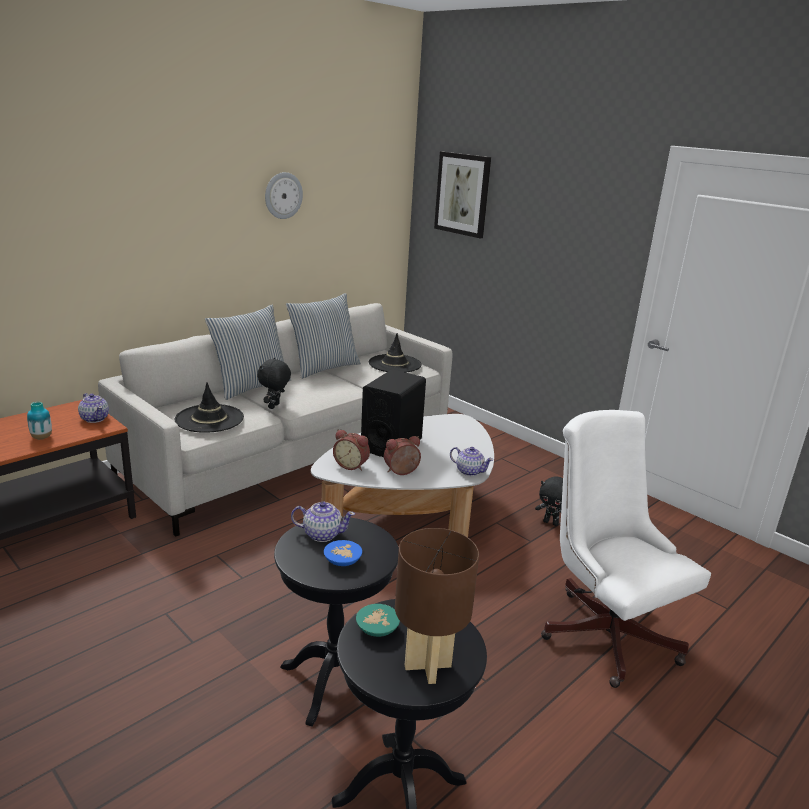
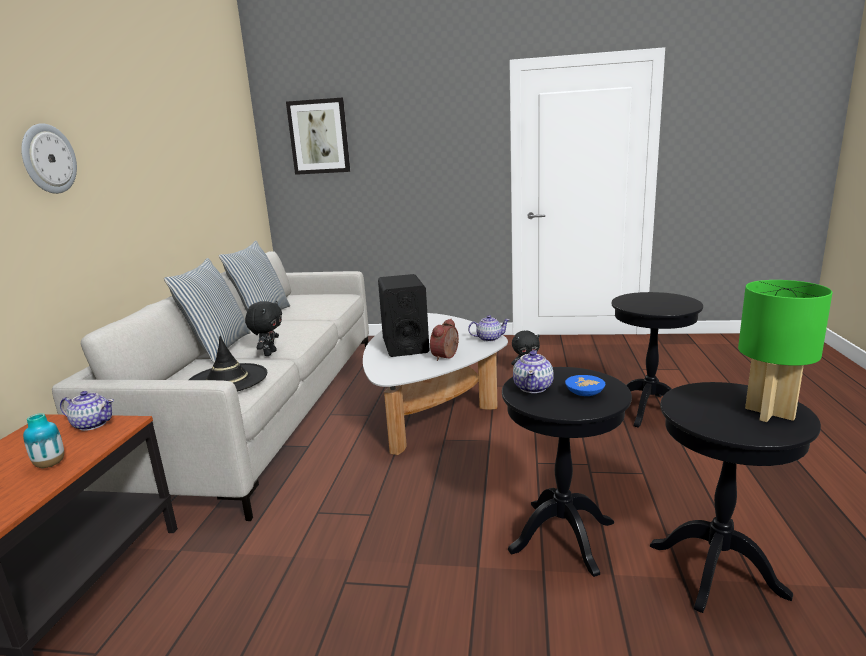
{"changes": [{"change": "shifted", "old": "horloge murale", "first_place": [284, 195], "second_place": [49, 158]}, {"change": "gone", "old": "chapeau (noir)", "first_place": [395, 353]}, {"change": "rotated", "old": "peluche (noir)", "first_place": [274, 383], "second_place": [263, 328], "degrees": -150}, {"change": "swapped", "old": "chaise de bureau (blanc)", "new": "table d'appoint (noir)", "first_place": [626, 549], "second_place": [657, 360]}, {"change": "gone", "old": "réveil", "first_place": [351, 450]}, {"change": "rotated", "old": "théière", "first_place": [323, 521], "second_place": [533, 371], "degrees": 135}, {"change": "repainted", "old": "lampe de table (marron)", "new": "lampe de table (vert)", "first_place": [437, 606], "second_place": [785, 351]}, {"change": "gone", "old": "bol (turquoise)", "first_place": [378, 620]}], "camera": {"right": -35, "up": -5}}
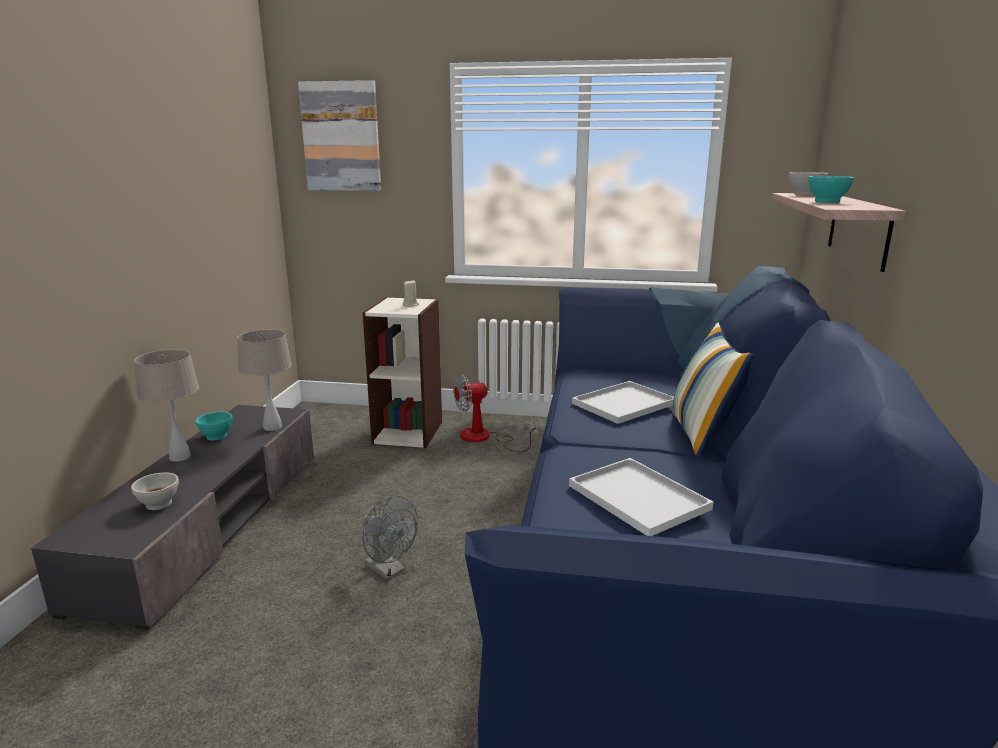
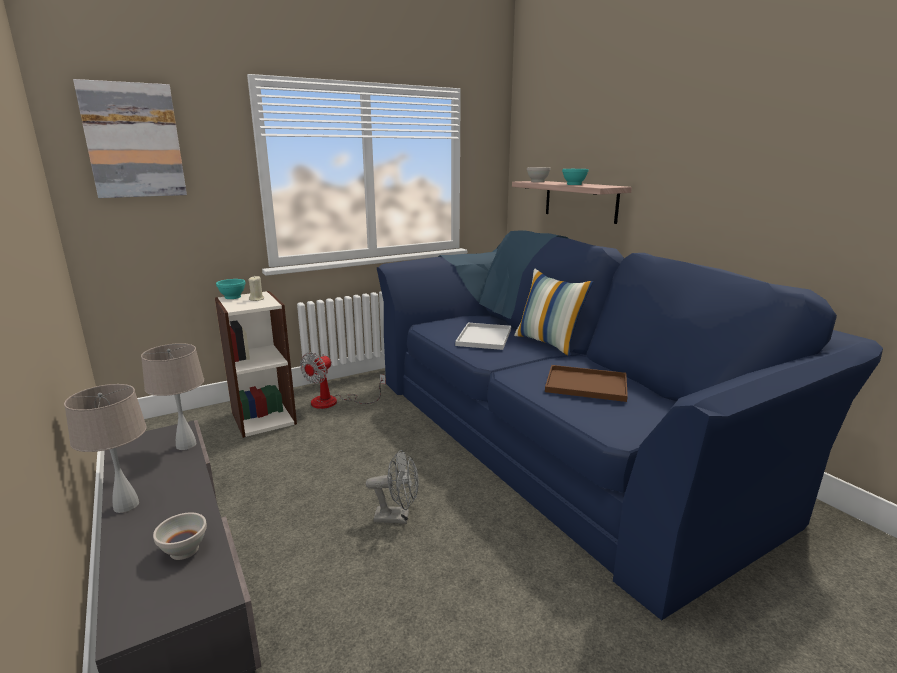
{"changes": [{"change": "shifted", "old": "bol (turquoise)", "first_place": [214, 426], "second_place": [231, 289]}, {"change": "repainted", "old": "plateau (blanc)", "new": "plateau (marron)", "first_place": [641, 497], "second_place": [586, 383]}], "camera": {"right": -40, "up": 0}}
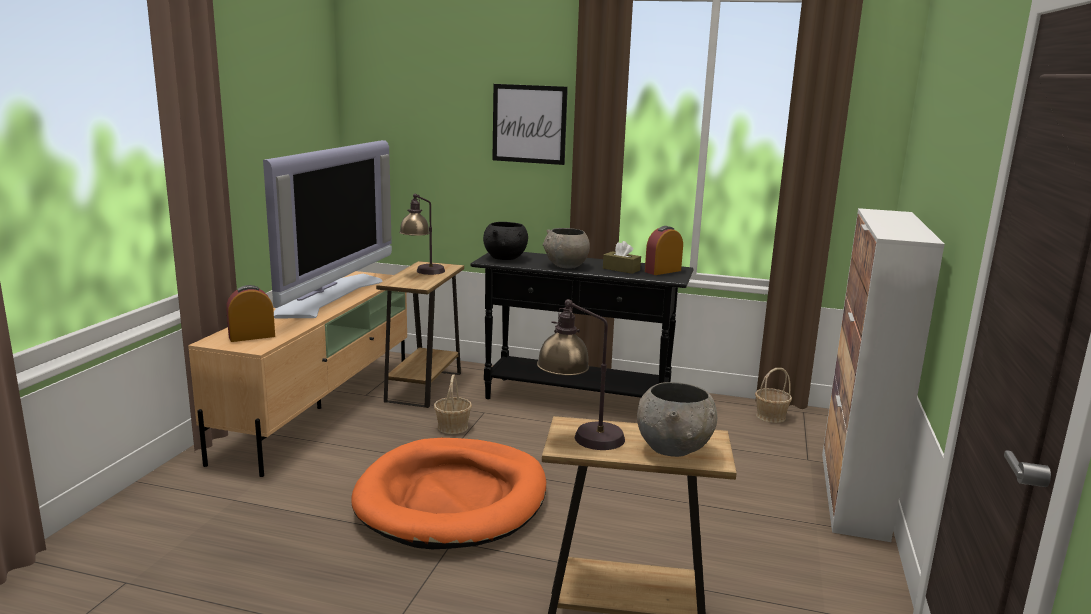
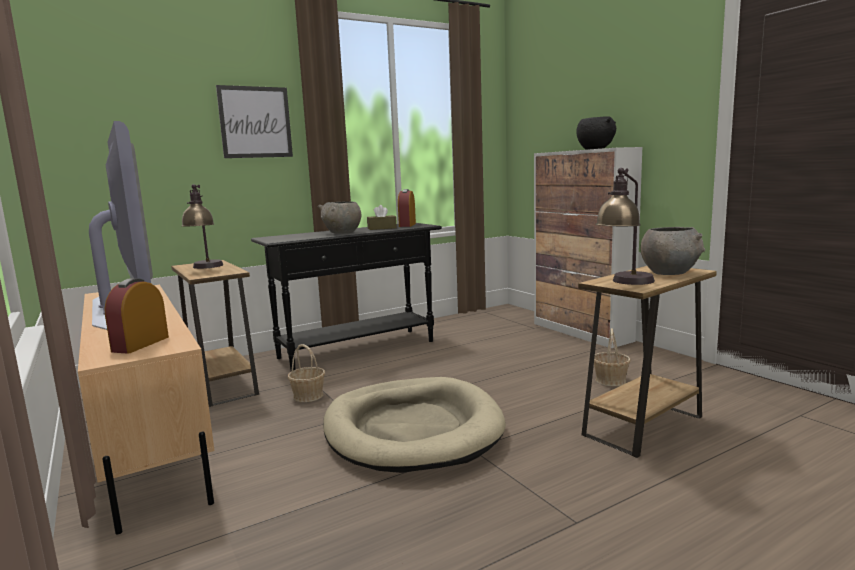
{"changes": [{"change": "shifted", "old": "bol (noir)", "first_place": [505, 241], "second_place": [596, 133]}, {"change": "shifted", "old": "panier", "first_place": [773, 395], "second_place": [612, 357]}, {"change": "repainted", "old": "panier pour chien (orange)", "new": "panier pour chien (beige)", "first_place": [448, 493], "second_place": [414, 425]}], "camera": {"right": -45, "up": -5}}
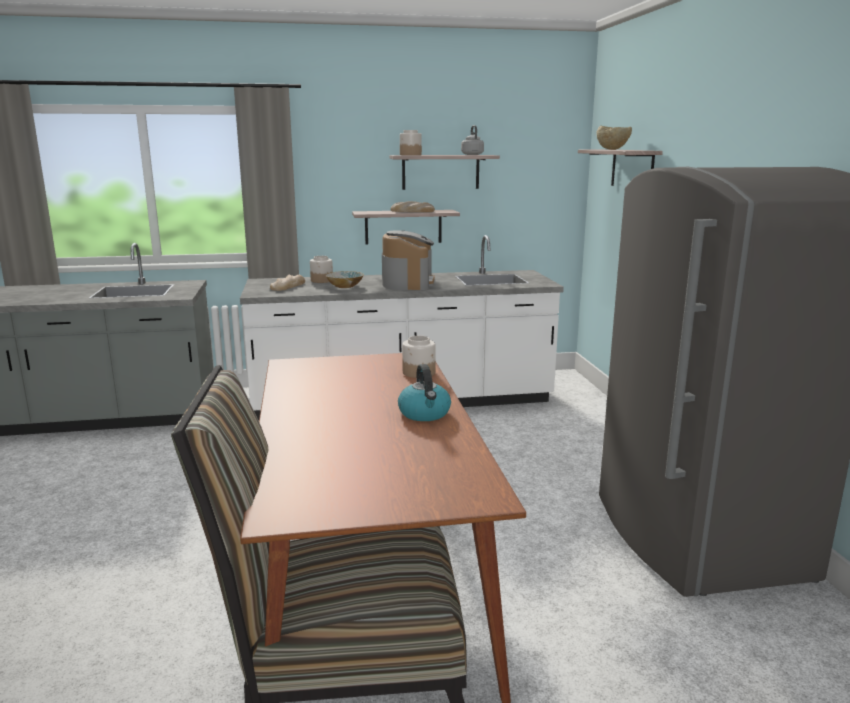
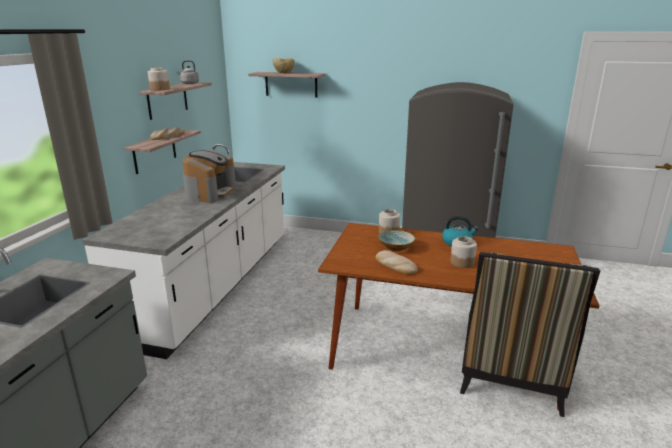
{"changes": [{"change": "rotated", "old": "machine à café", "first_place": [408, 260], "second_place": [209, 176], "degrees": 75}, {"change": "shifted", "old": "bocal", "first_place": [321, 269], "second_place": [463, 252]}, {"change": "shifted", "old": "bol", "first_place": [344, 279], "second_place": [396, 240]}, {"change": "shifted", "old": "pain", "first_place": [287, 283], "second_place": [397, 262]}], "camera": {"right": -65, "up": 5}}
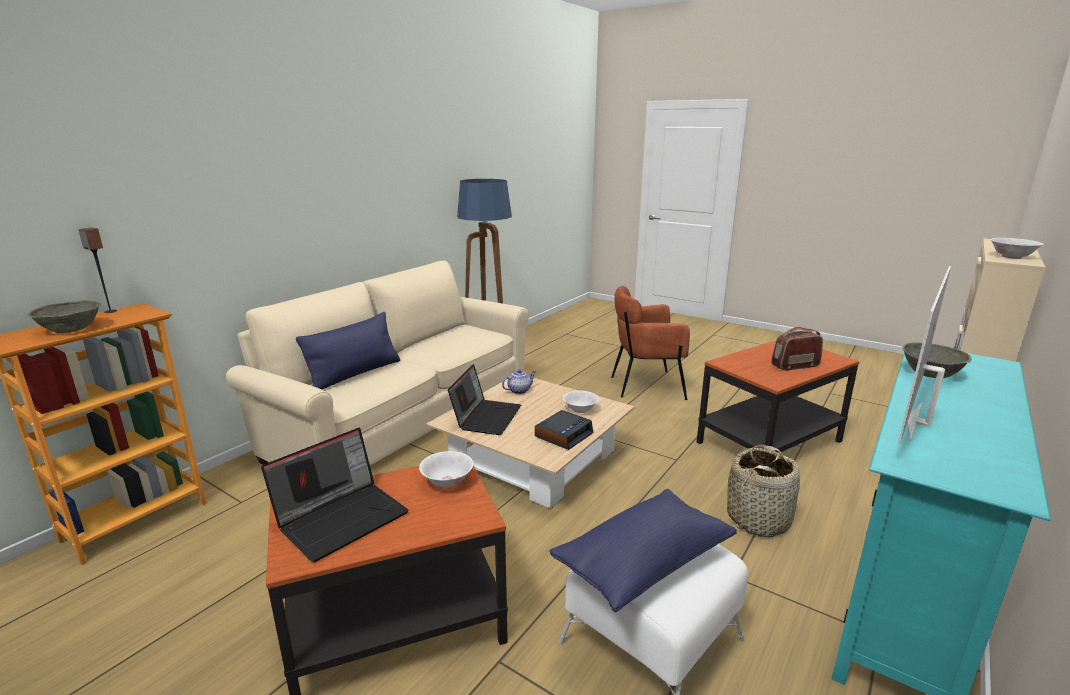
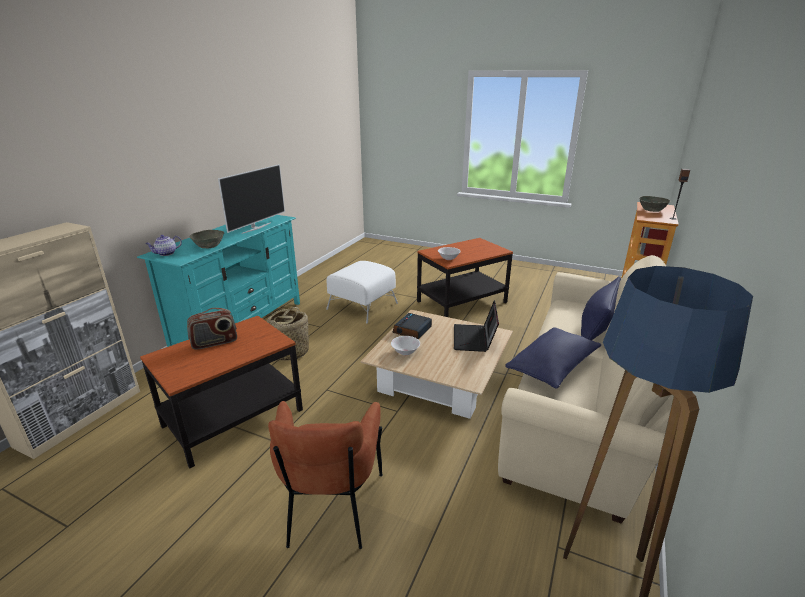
{"changes": [{"change": "gone", "old": "bol (blanc)", "first_place": [1017, 248]}, {"change": "rotated", "old": "fauteuil (marron)", "first_place": [650, 343], "second_place": [325, 475], "degrees": 105}, {"change": "shifted", "old": "théière", "first_place": [519, 381], "second_place": [163, 245]}, {"change": "gone", "old": "ordinateur portable", "first_place": [335, 495]}, {"change": "shifted", "old": "coussin (bleu)", "first_place": [643, 550], "second_place": [553, 358]}], "camera": {"right": 170, "up": 5}}
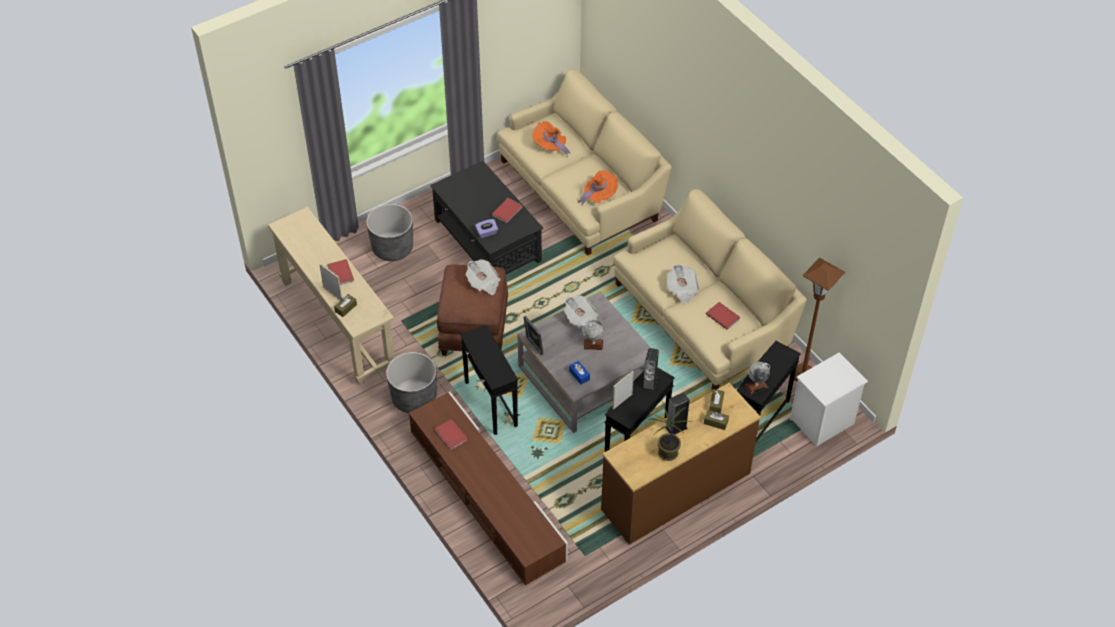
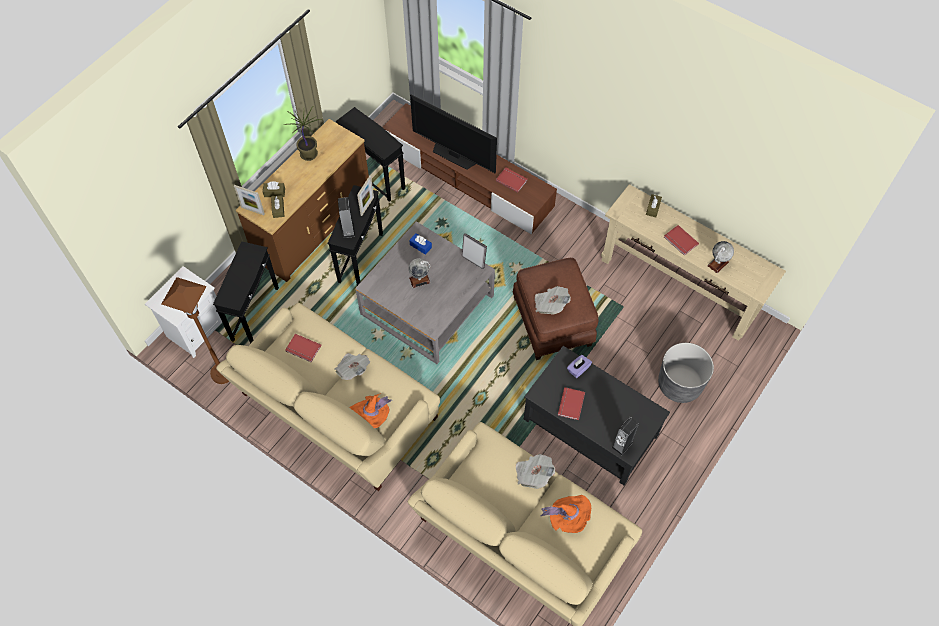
{"changes": [{"change": "shifted", "old": "chapeau (orange)", "first_place": [598, 188], "second_place": [370, 411]}, {"change": "shifted", "old": "cadre photo", "first_place": [330, 282], "second_place": [249, 200]}, {"change": "shifted", "old": "journal", "first_place": [581, 311], "second_place": [535, 471]}, {"change": "shifted", "old": "table d'appoint (noir)", "first_place": [489, 380], "second_place": [370, 154]}, {"change": "gone", "old": "cache-pot (gris)", "first_place": [411, 382]}, {"change": "shifted", "old": "globe", "first_place": [757, 378], "second_place": [720, 257]}, {"change": "shifted", "old": "enceinte", "first_place": [677, 413], "second_place": [625, 436]}, {"change": "new", "new": "téléviseur", "second_place": [453, 133]}], "camera": {"right": 160, "up": 10}}
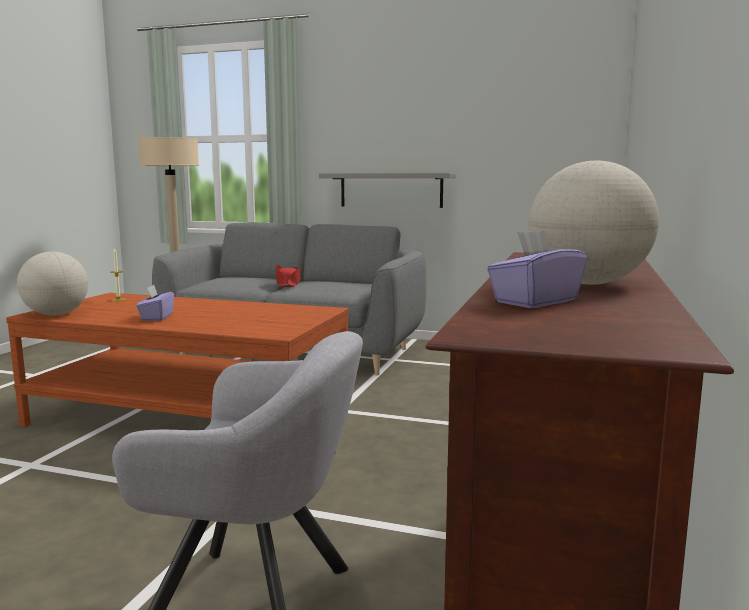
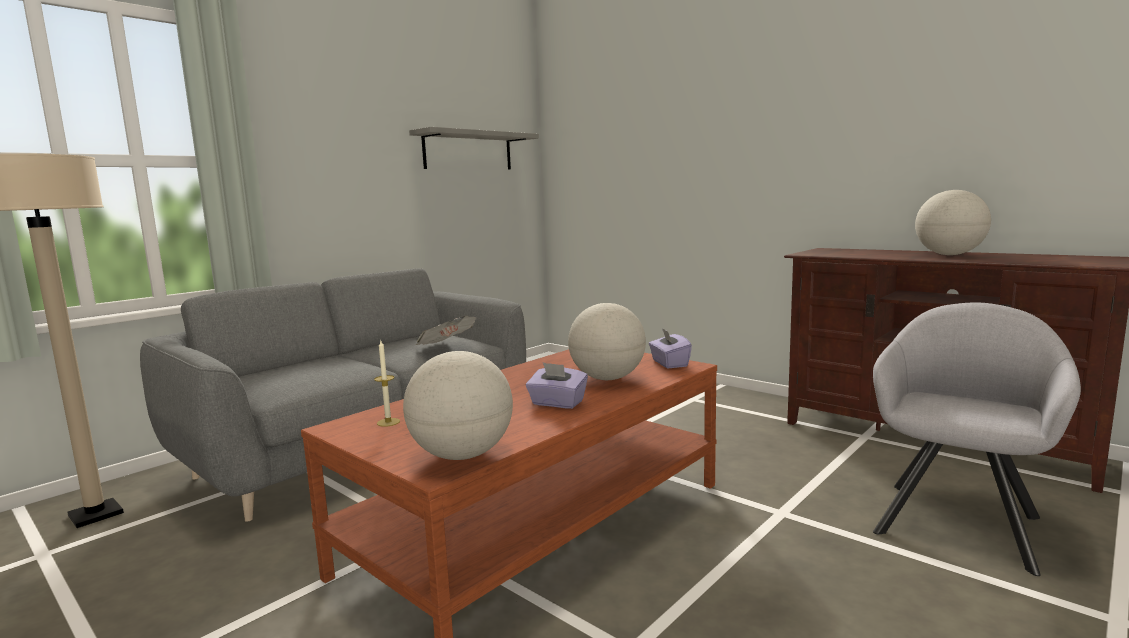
{"changes": [{"change": "shifted", "old": "étagère (gris)", "first_place": [387, 190], "second_place": [474, 148]}, {"change": "shifted", "old": "boîte à mouchoirs (violet)", "first_place": [537, 269], "second_place": [670, 348]}, {"change": "gone", "old": "chapeau (rouge)", "first_place": [288, 276]}, {"change": "new", "new": "globe", "second_place": [607, 341]}, {"change": "new", "new": "journal", "second_place": [446, 330]}], "camera": {"right": -65, "up": 0}}
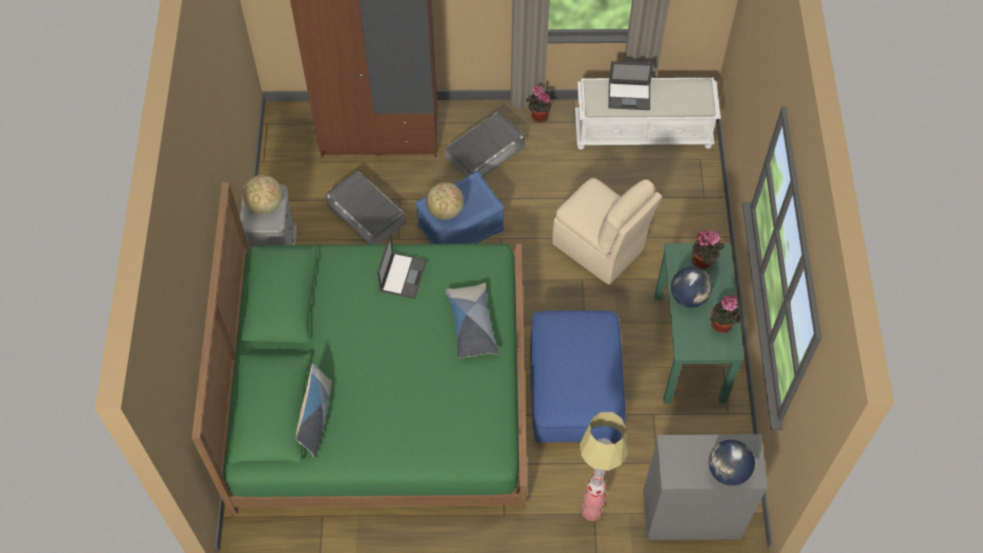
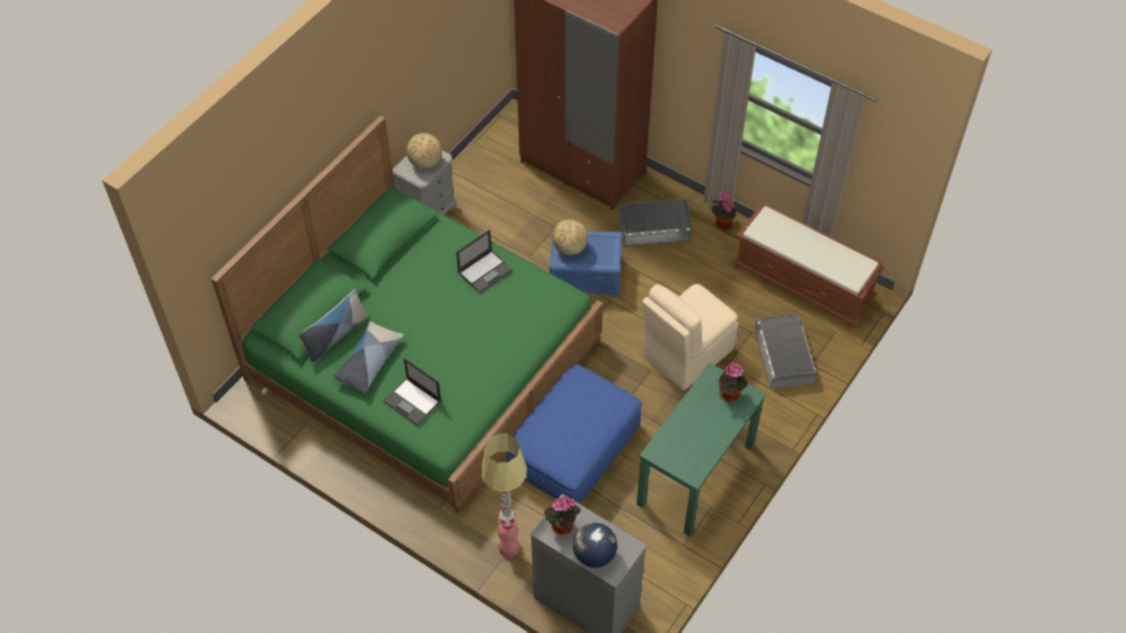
{"changes": [{"change": "shifted", "old": "ordinateur portable", "first_place": [631, 85], "second_place": [412, 392]}, {"change": "repainted", "old": "banc (blanc)", "new": "banc (marron)", "first_place": [648, 114], "second_place": [809, 265]}, {"change": "shifted", "old": "boîte de rangement (gris)", "first_place": [366, 207], "second_place": [786, 351]}, {"change": "rotated", "old": "chaise (beige)", "first_place": [607, 231], "second_place": [690, 337], "degrees": 60}, {"change": "gone", "old": "globe", "first_place": [691, 287]}, {"change": "shifted", "old": "coussin", "first_place": [471, 321], "second_place": [368, 357]}, {"change": "shifted", "old": "plante en pot", "first_place": [725, 314], "second_place": [562, 515]}], "camera": {"right": 35, "up": -5}}
